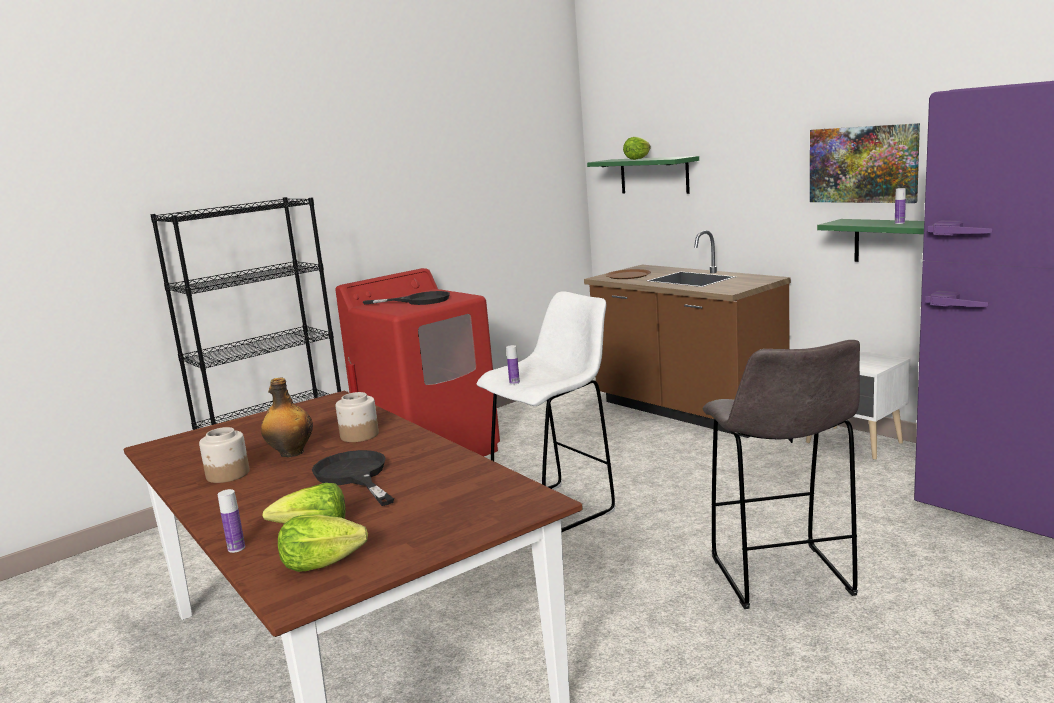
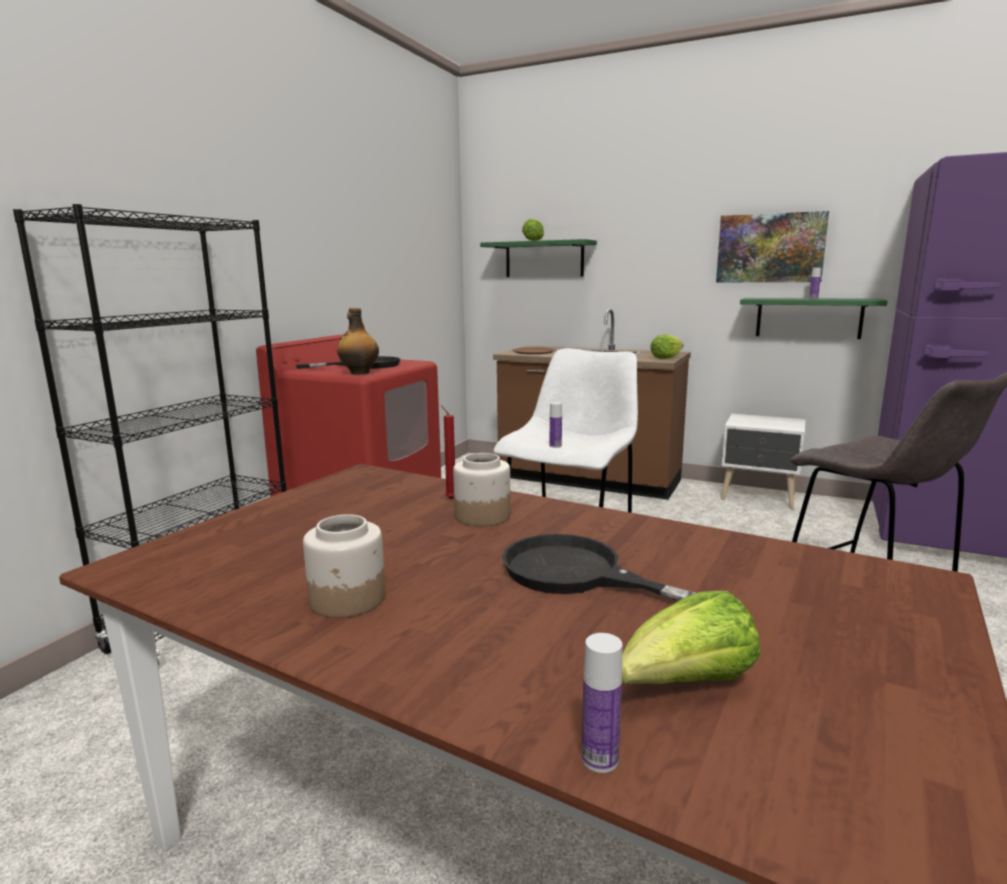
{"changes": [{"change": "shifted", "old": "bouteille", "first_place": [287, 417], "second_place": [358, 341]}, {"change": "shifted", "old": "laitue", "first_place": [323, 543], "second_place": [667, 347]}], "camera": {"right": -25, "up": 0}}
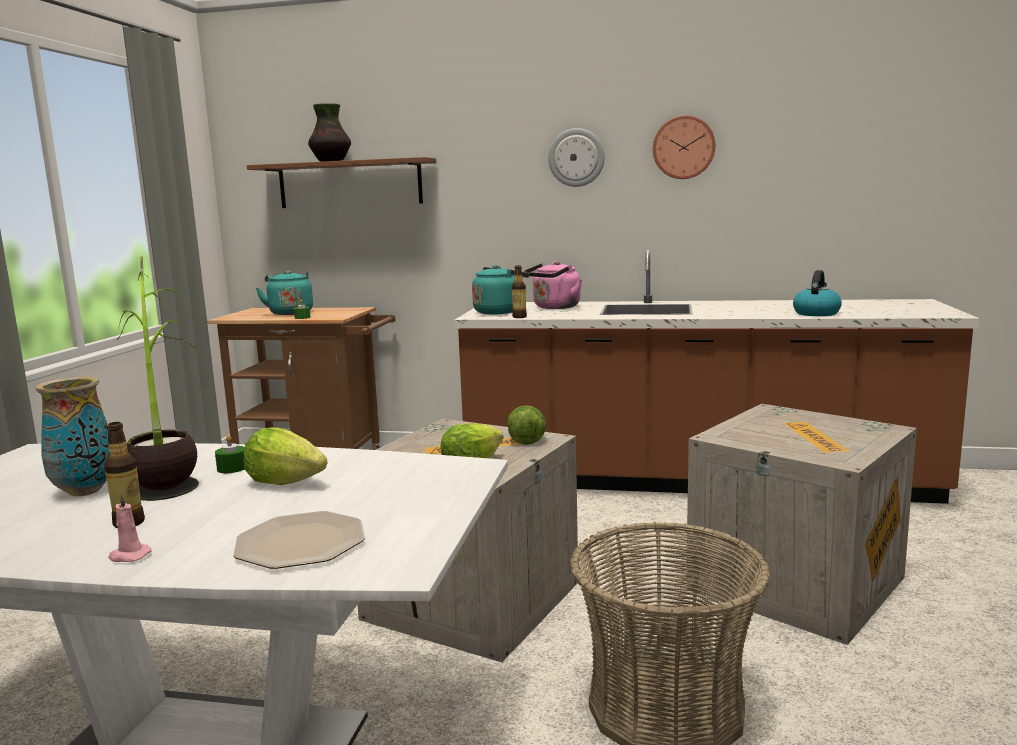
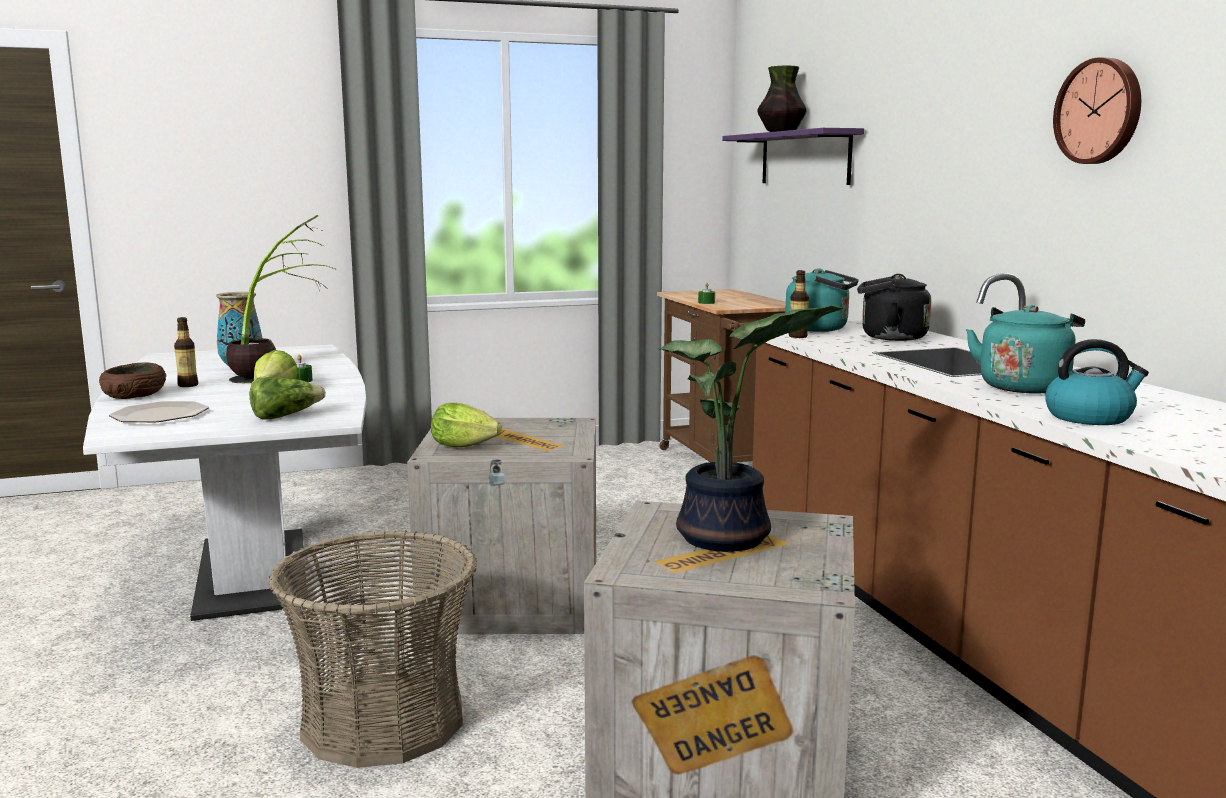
{"changes": [{"change": "gone", "old": "horloge murale", "first_place": [576, 157]}, {"change": "repainted", "old": "étagère (marron)", "new": "étagère (violet)", "first_place": [341, 182], "second_place": [793, 156]}, {"change": "repainted", "old": "bouilloire (rose)", "new": "bouilloire (noir)", "first_place": [552, 285], "second_place": [894, 307]}, {"change": "shifted", "old": "bouilloire (turquoise)", "first_place": [284, 292], "second_place": [1025, 349]}, {"change": "shifted", "old": "laitue", "first_place": [526, 425], "second_place": [288, 398]}, {"change": "swapped", "old": "bougie (rose)", "new": "bol (marron)", "first_place": [130, 527], "second_place": [132, 380]}, {"change": "new", "new": "plante en pot", "second_place": [750, 429]}], "camera": {"right": 60, "up": 0}}
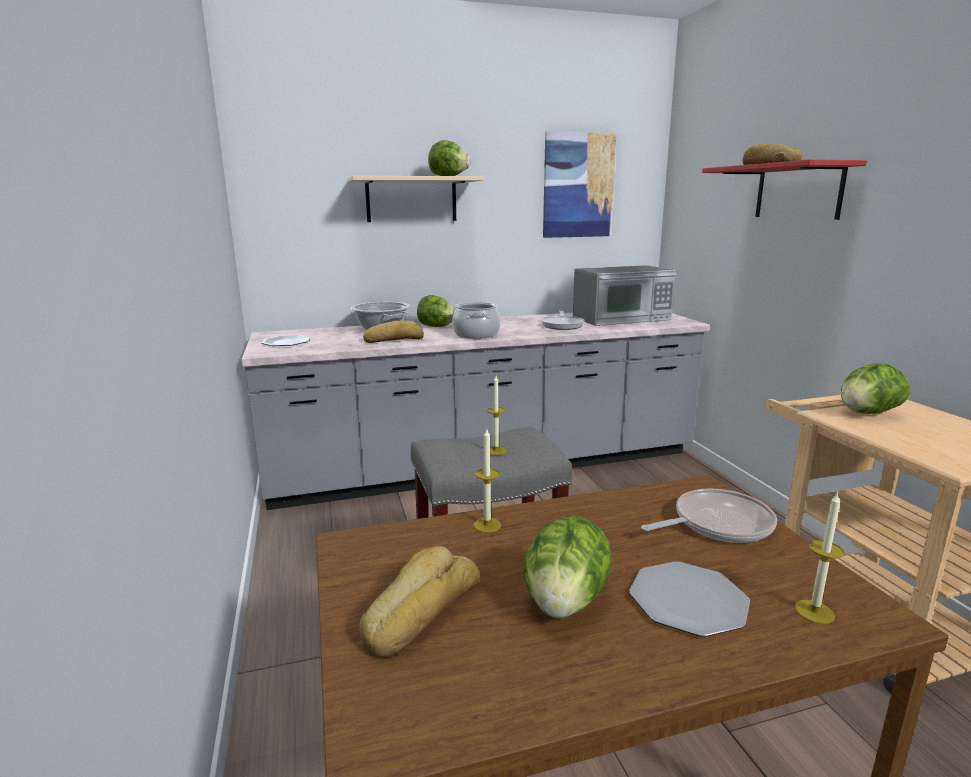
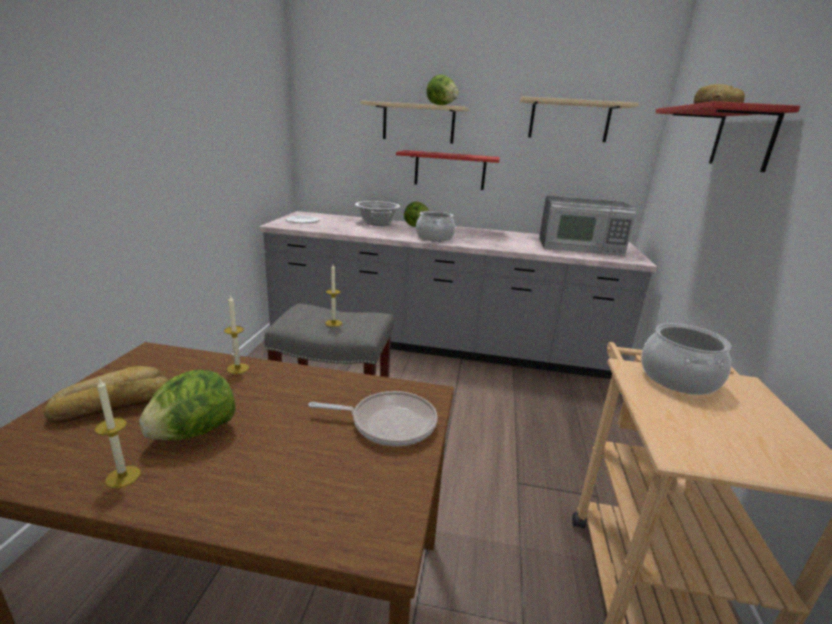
{"changes": [{"change": "swapped", "old": "tableau", "new": "étagère (beige)", "first_place": [579, 184], "second_place": [579, 119]}, {"change": "gone", "old": "poêle", "first_place": [563, 320]}, {"change": "gone", "old": "pain", "first_place": [393, 331]}, {"change": "swapped", "old": "laitue", "new": "marmite", "first_place": [875, 388], "second_place": [686, 359]}, {"change": "shifted", "old": "bougie", "first_place": [820, 558], "second_place": [118, 433]}, {"change": "gone", "old": "assiette", "first_place": [689, 599]}, {"change": "new", "new": "étagère (rouge)", "second_place": [448, 170]}], "camera": {"right": 25, "up": 5}}
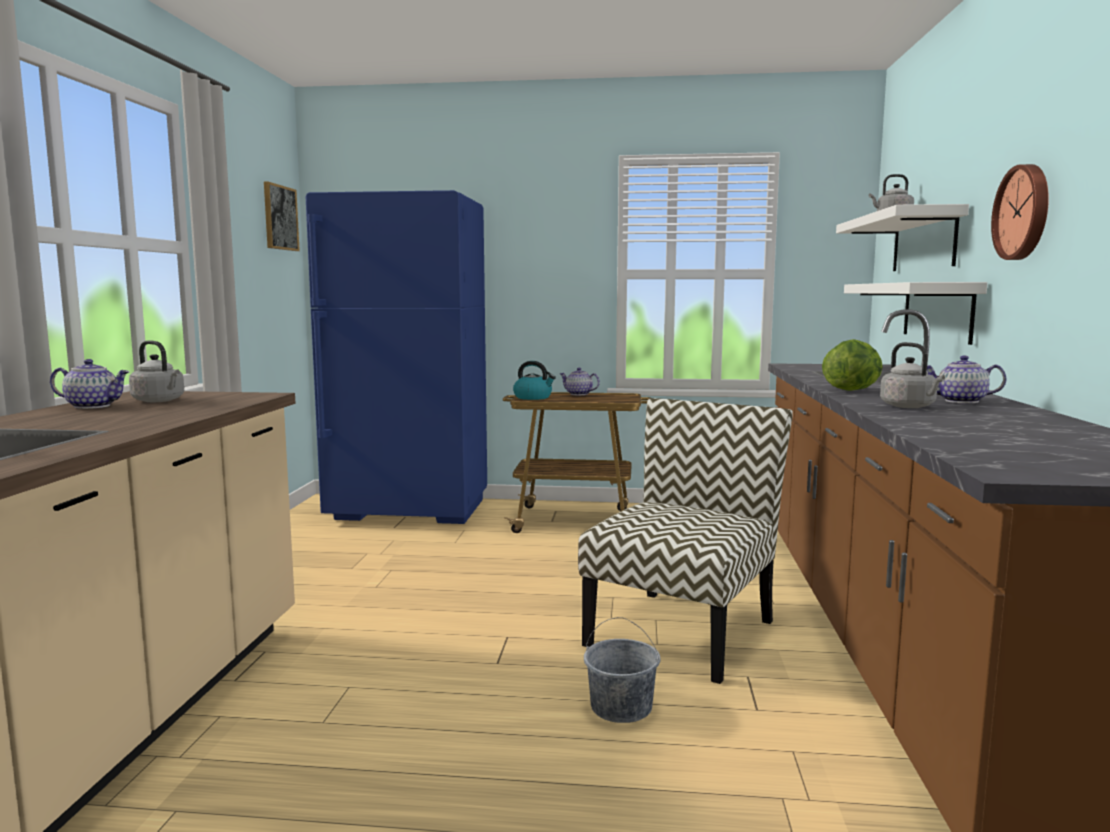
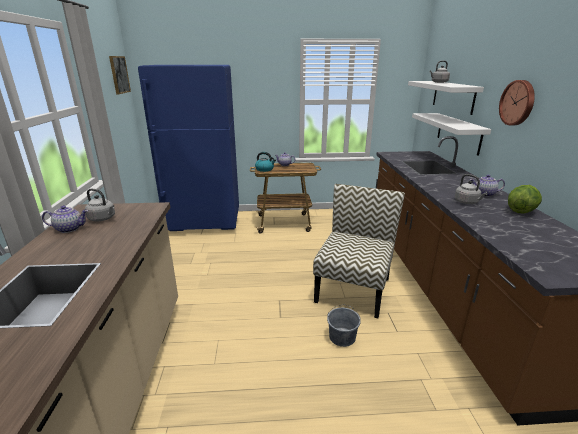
{"changes": [{"change": "shifted", "old": "laitue", "first_place": [852, 365], "second_place": [525, 199]}], "camera": {"right": -10, "up": 15}}
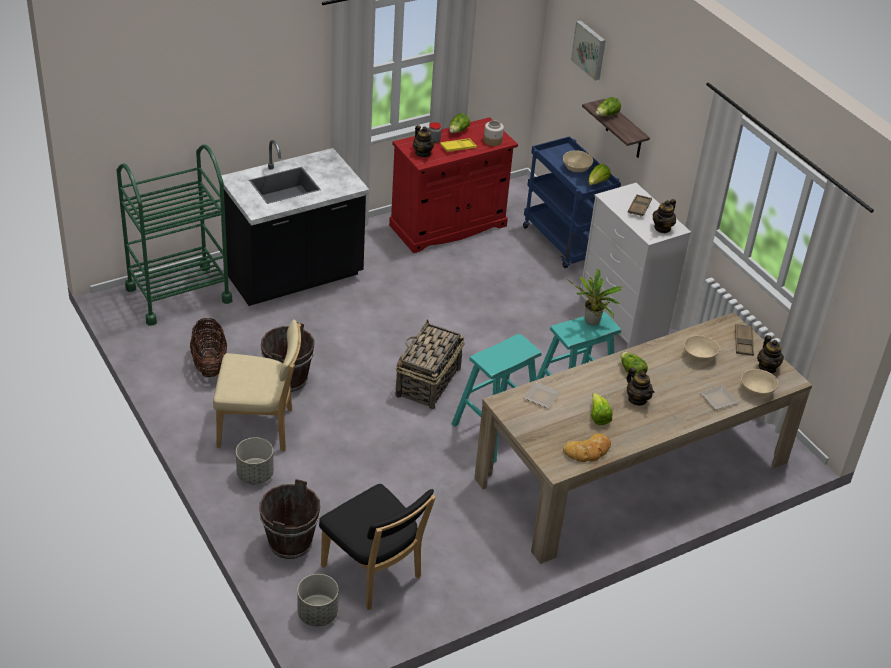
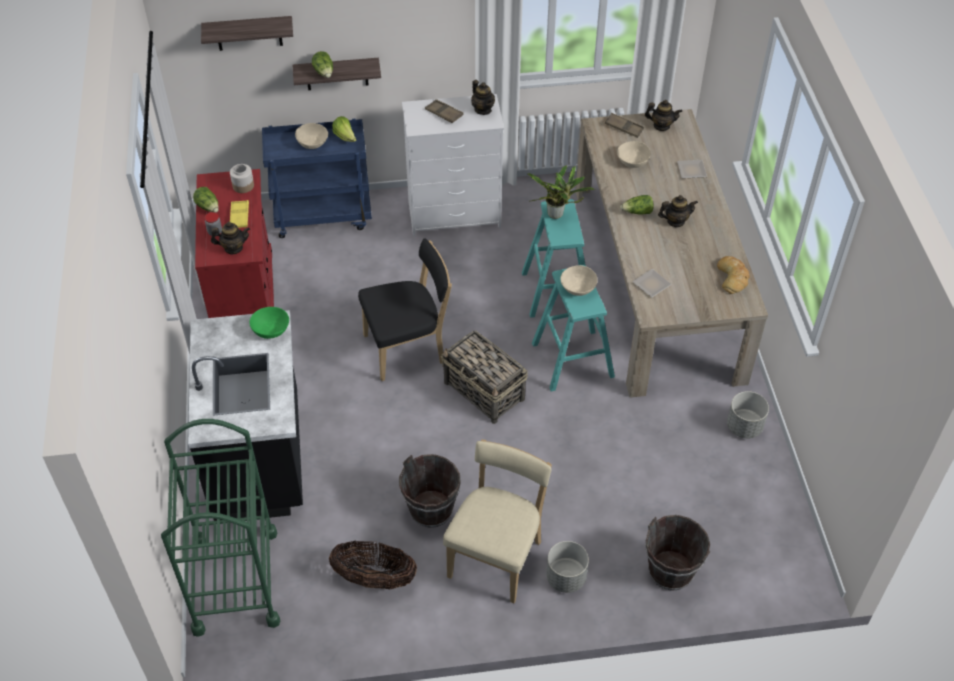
{"changes": [{"change": "swapped", "old": "tableau", "new": "étagère", "first_place": [588, 50], "second_place": [247, 33]}, {"change": "shifted", "old": "bol (beige)", "first_place": [759, 383], "second_place": [579, 280]}, {"change": "gone", "old": "laitue", "first_place": [602, 409]}, {"change": "shifted", "old": "chaise (noir)", "first_place": [377, 547], "second_place": [405, 309]}, {"change": "shifted", "old": "cache-pot (gris)", "first_place": [317, 600], "second_place": [748, 414]}, {"change": "new", "new": "bol (vert)", "second_place": [269, 323]}], "camera": {"right": -65, "up": 10}}
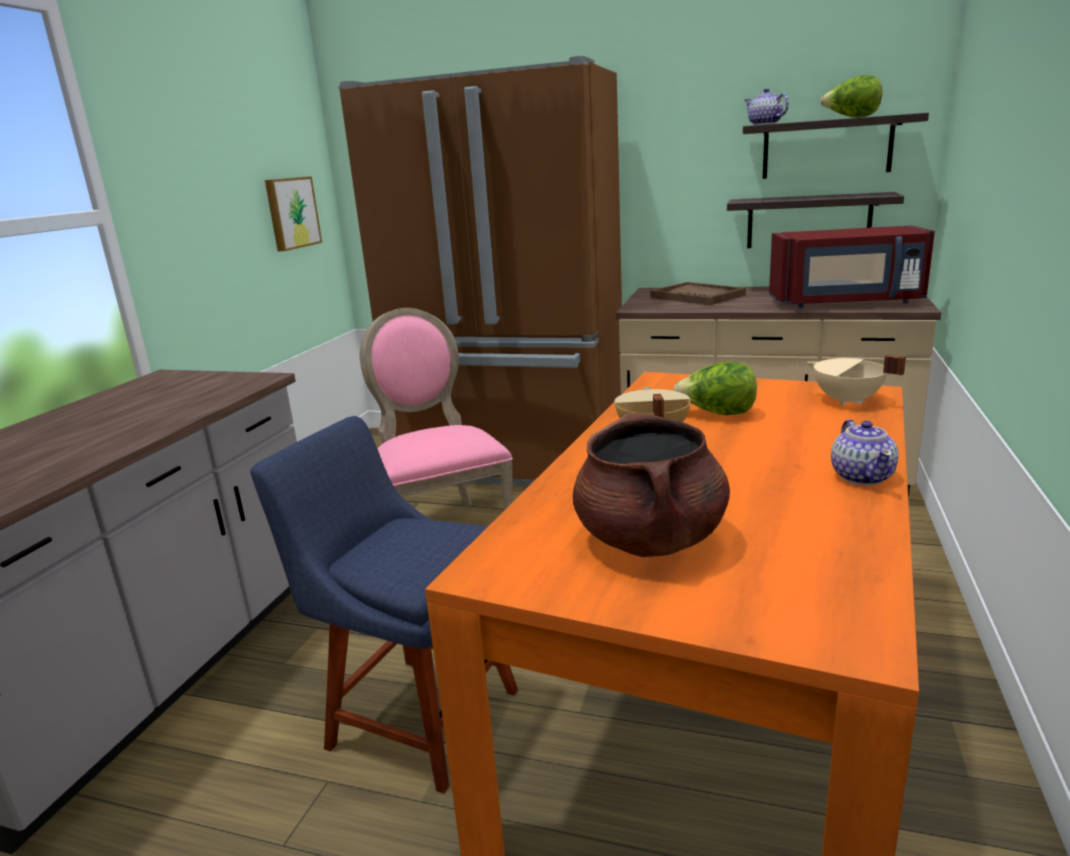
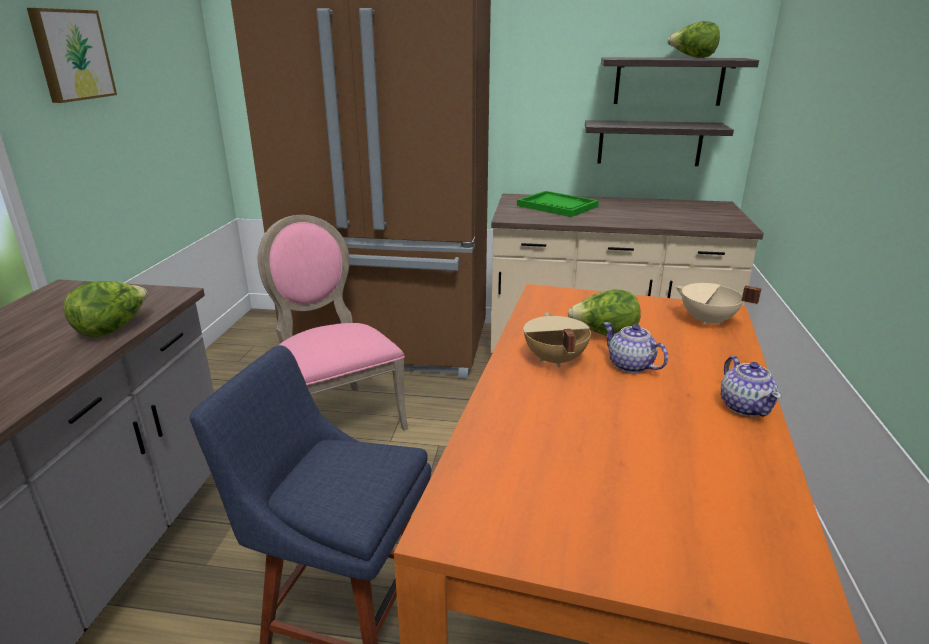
{"changes": [{"change": "shifted", "old": "théière", "first_place": [766, 106], "second_place": [635, 347]}, {"change": "shifted", "old": "tableau", "first_place": [293, 213], "second_place": [72, 55]}, {"change": "gone", "old": "micro-ondes (rouge)", "first_place": [852, 266]}, {"change": "repainted", "old": "plateau (marron)", "new": "plateau (vert)", "first_place": [698, 293], "second_place": [558, 204]}, {"change": "gone", "old": "marmite (marron)", "first_place": [651, 484]}, {"change": "new", "new": "laitue", "second_place": [105, 309]}], "camera": {"right": -10, "up": 5}}
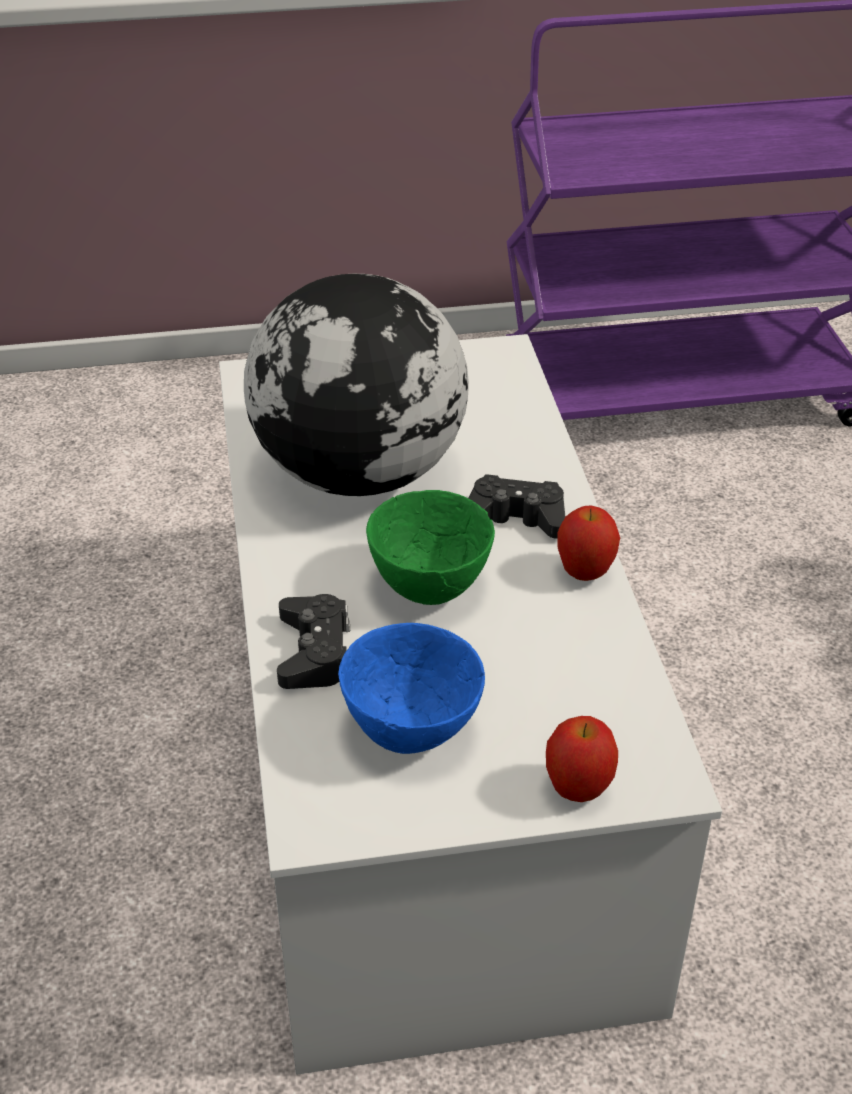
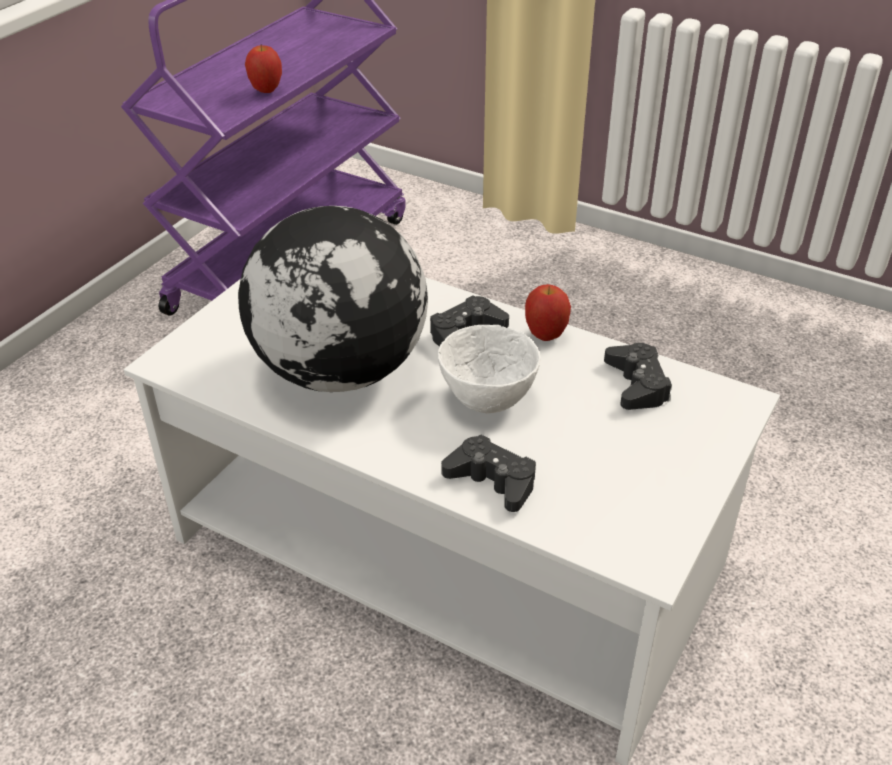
{"changes": [{"change": "repainted", "old": "bol (vert)", "new": "bol (blanc)", "first_place": [430, 547], "second_place": [489, 369]}, {"change": "gone", "old": "bol (bleu)", "first_place": [411, 688]}, {"change": "shifted", "old": "pomme", "first_place": [582, 759], "second_place": [263, 68]}, {"change": "new", "new": "manette (noir)", "second_place": [638, 376]}], "camera": {"right": -50, "up": 0}}
